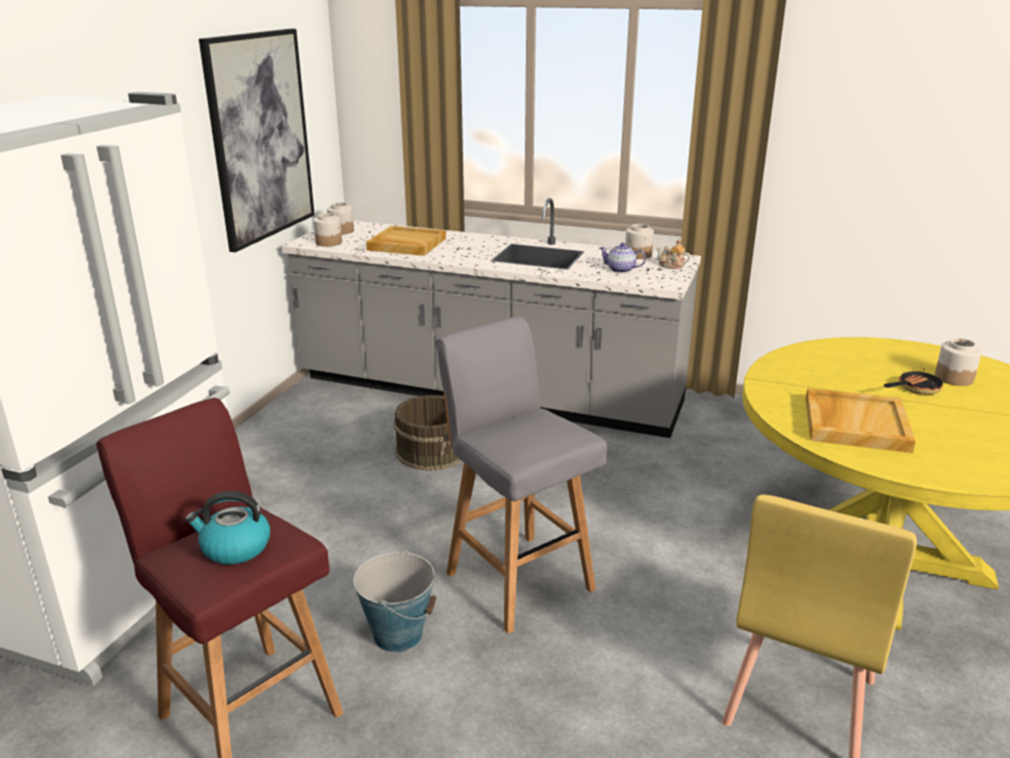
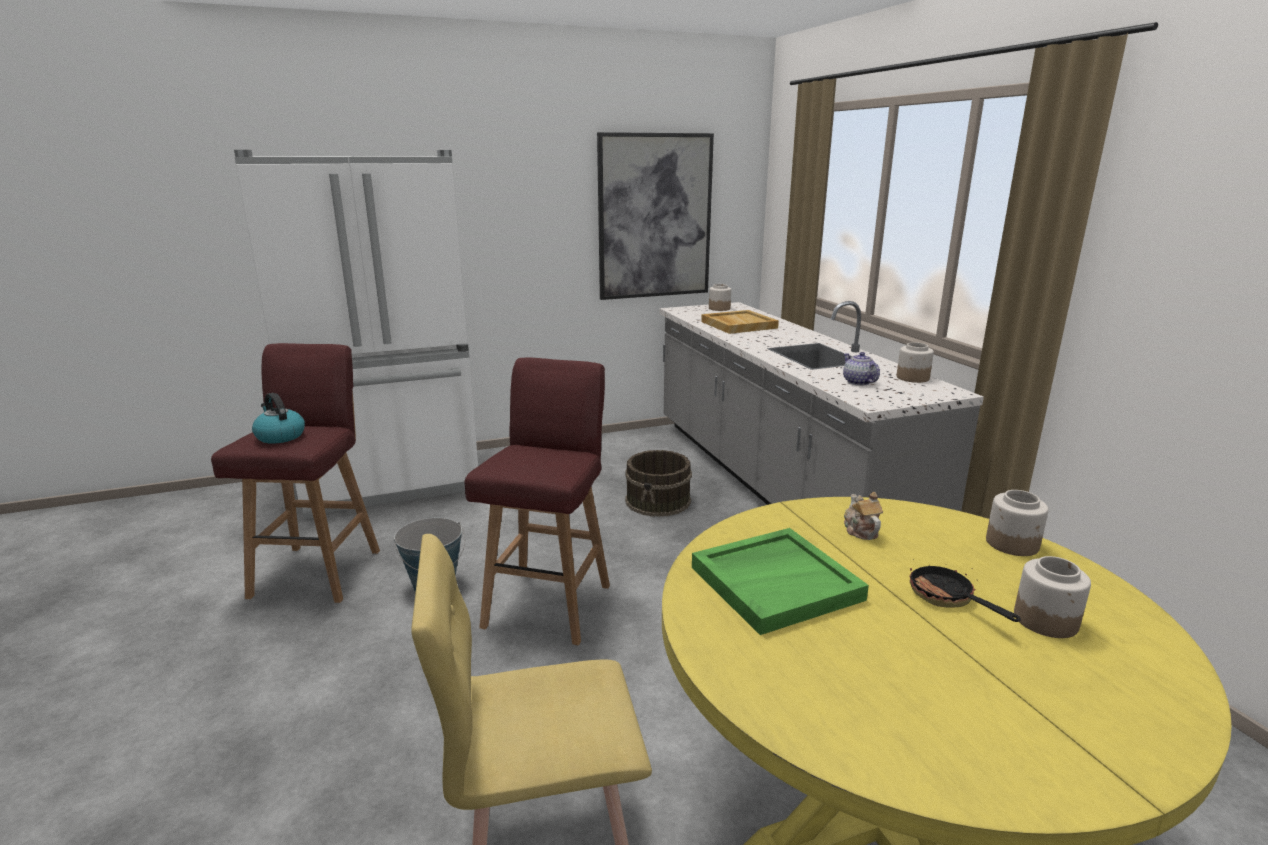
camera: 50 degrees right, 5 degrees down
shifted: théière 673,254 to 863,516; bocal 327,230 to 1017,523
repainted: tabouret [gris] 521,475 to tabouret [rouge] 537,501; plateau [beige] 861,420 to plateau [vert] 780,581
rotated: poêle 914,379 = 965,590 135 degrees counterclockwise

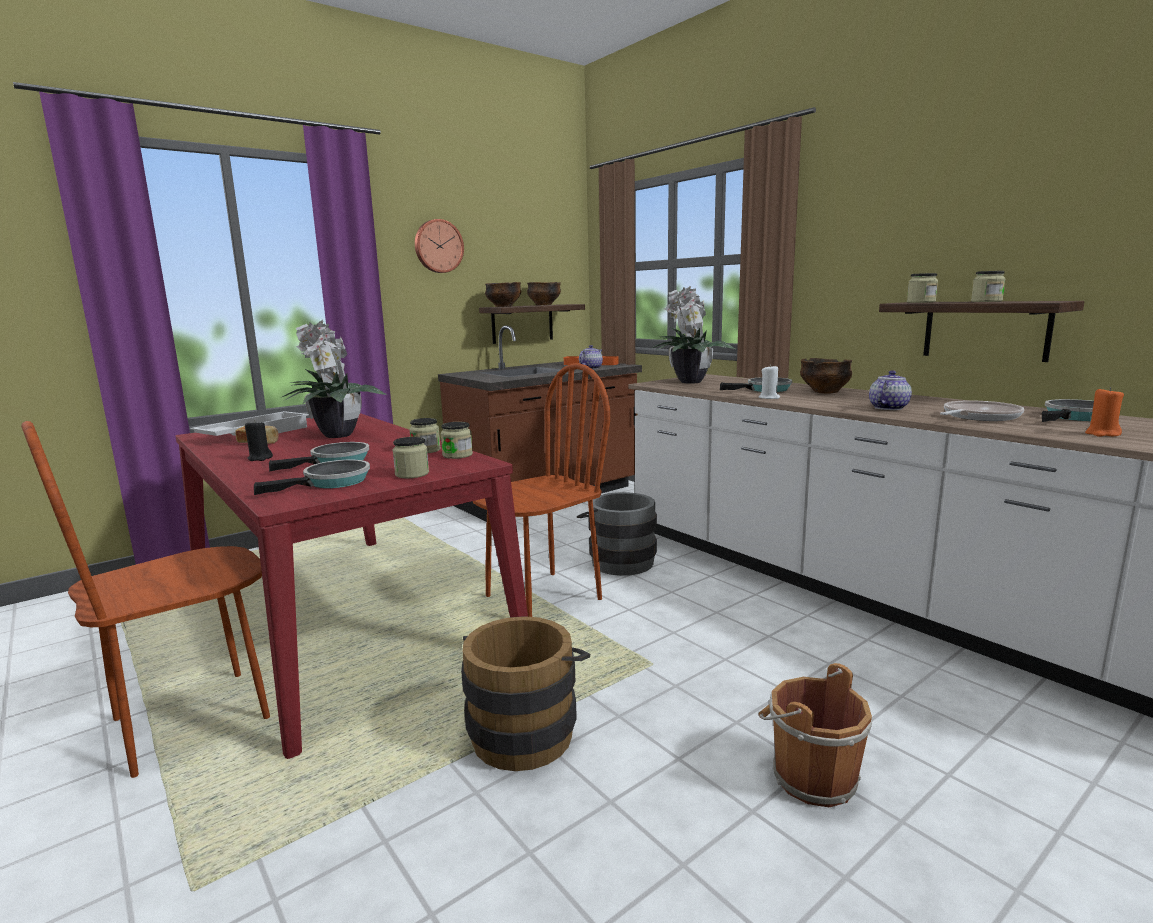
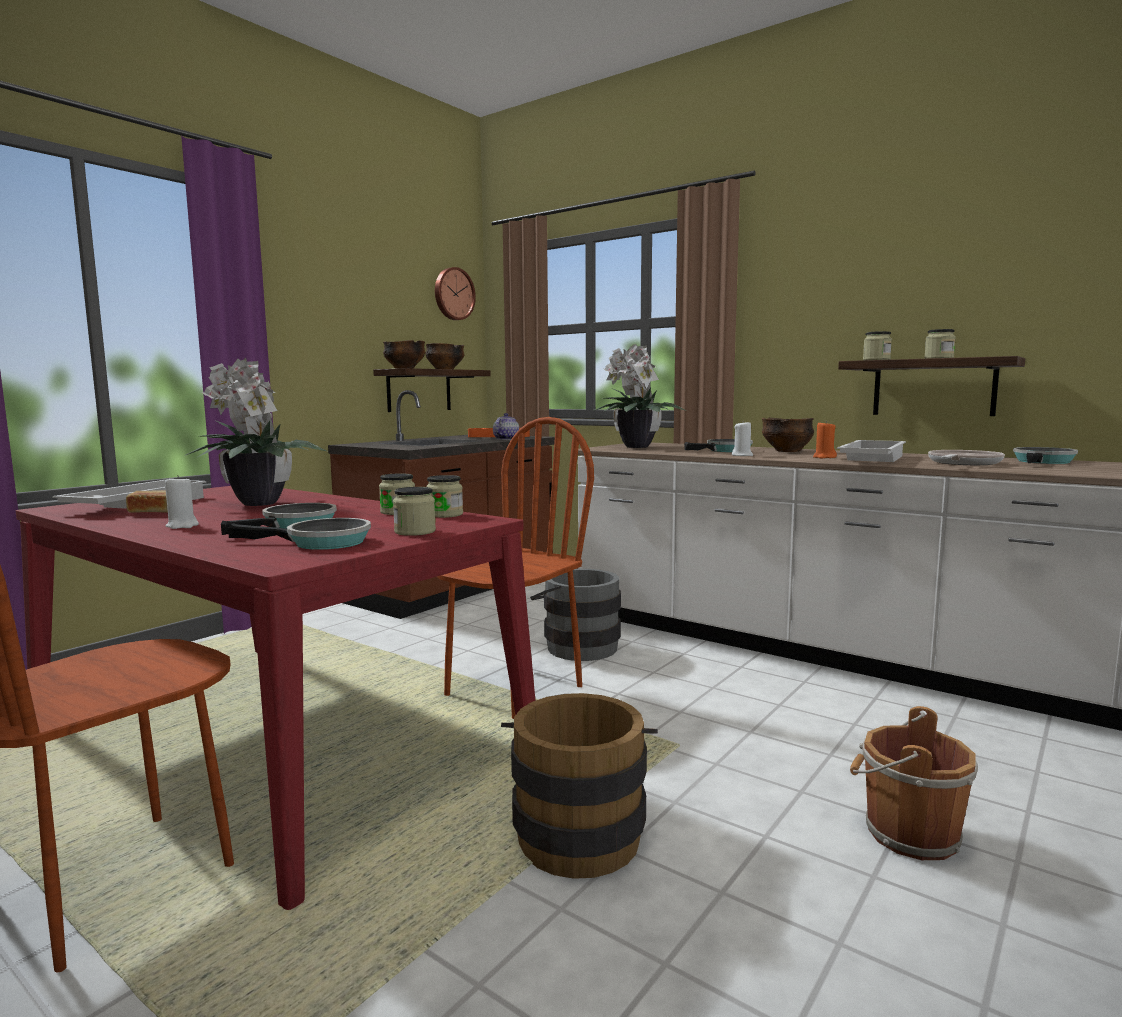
camera: 15 degrees left, 5 degrees down
shifted: horloge murale 439,246 to 455,293; bougie [orange] 1104,412 to 825,439
swapped: théière 890,390 to plateau [blanc] 871,451
repainted: bougie [noir] 259,440 to bougie [blanc] 182,502
rotated: poêle 312,477 = 299,534 60 degrees clockwise

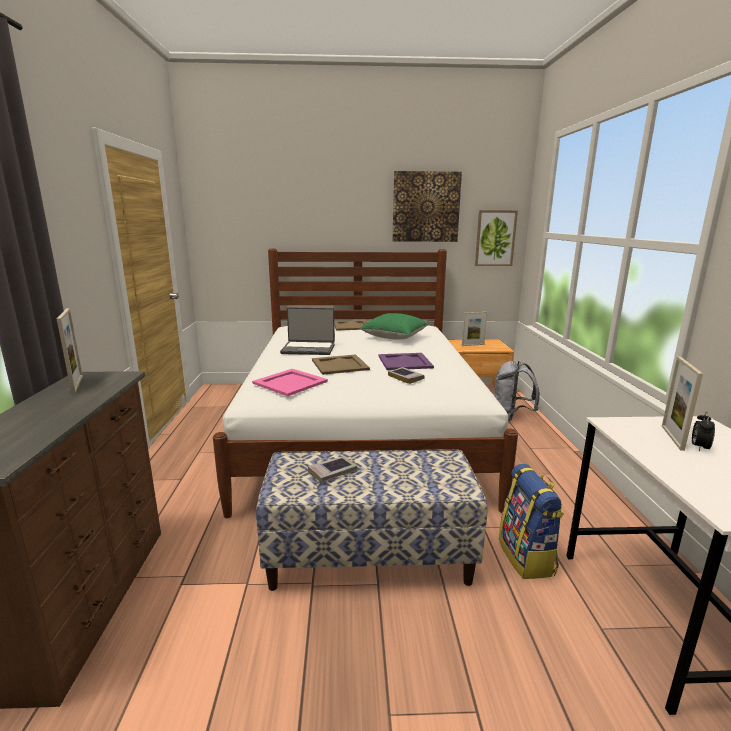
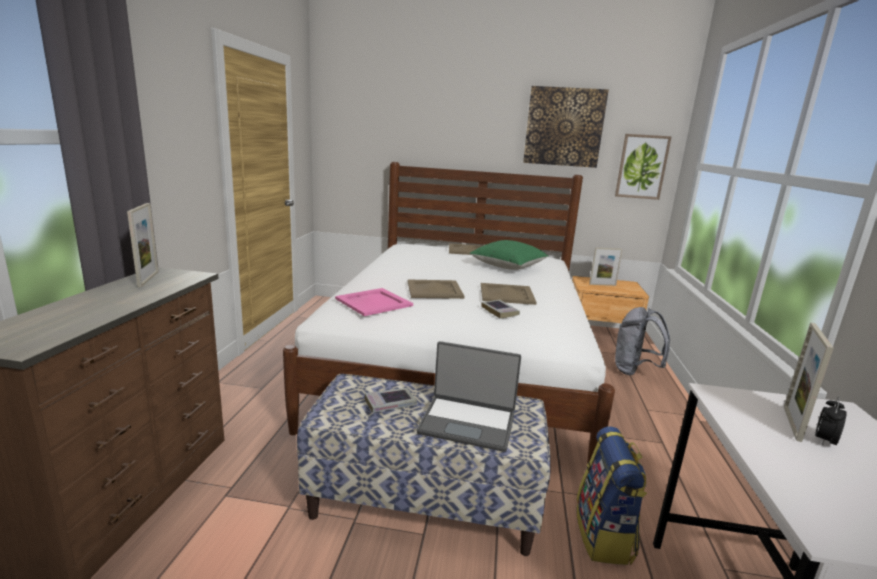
camera: 10 degrees right, 0 degrees up
shifted: ordinateur portable 307,331 to 469,396
repainted: plateau [violet] 406,361 to plateau [beige] 509,294

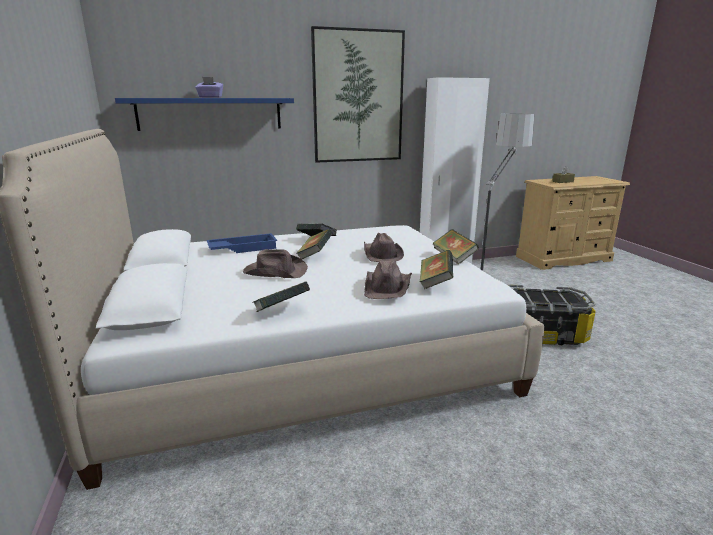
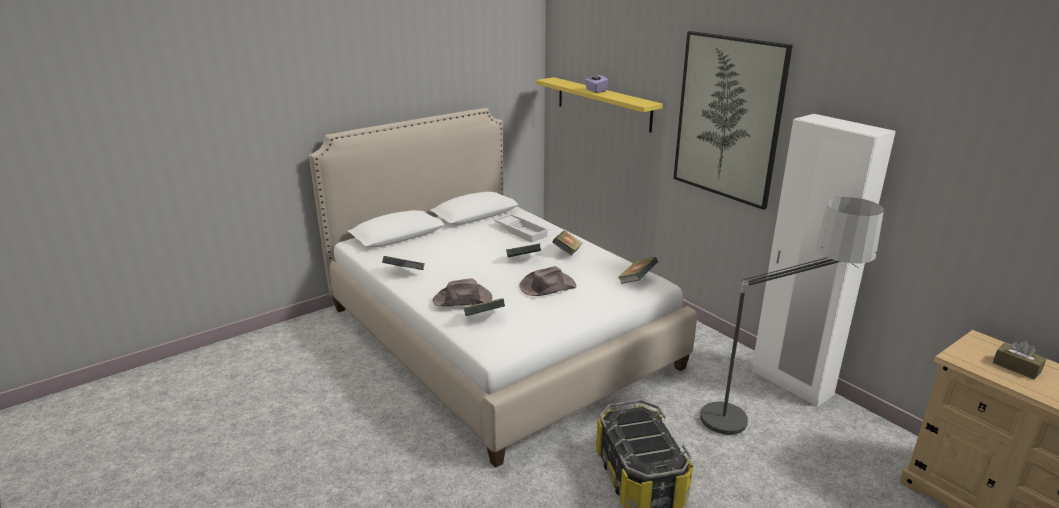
camera: 70 degrees right, 5 degrees up
gone: chapeau [marron] 275,263
shifted: livre 456,247 to 638,270
repainted: plateau [bleu] 242,243 to plateau [blanc] 521,228; étagère [bleu] 204,114 to étagère [jaune] 599,105

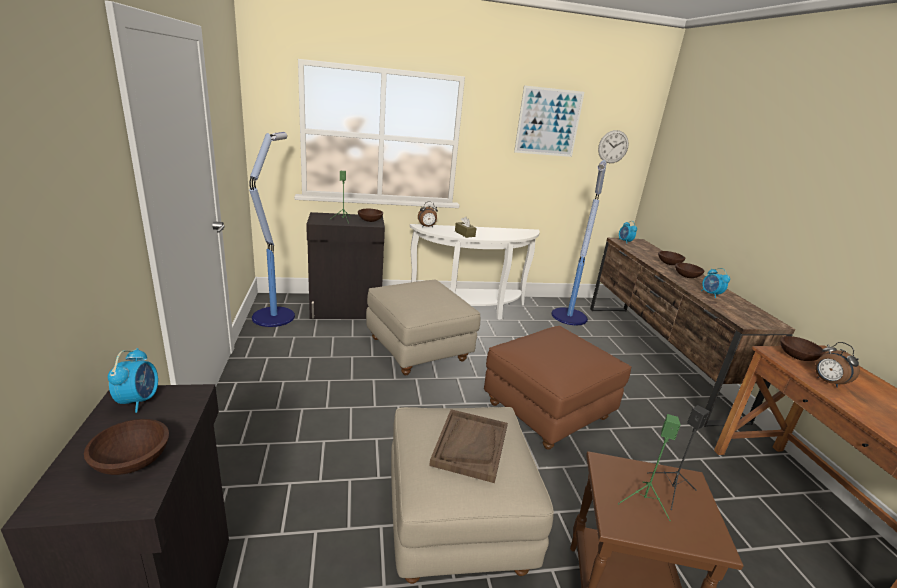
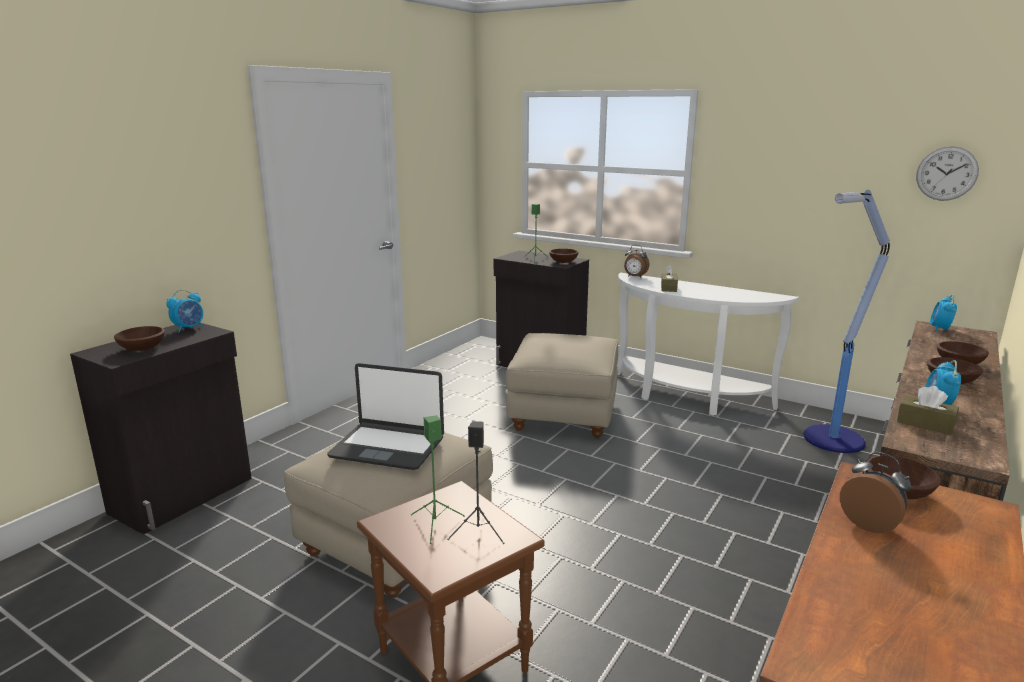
camera: 45 degrees right, 5 degrees down
gone: lampadaire 272,229; pouf [marron] 557,388; tableau 549,121
new: boîte à mouchoirs [marron] 928,410
swapped: plateau [marron] 468,446 to ordinateur portable 385,416
rotated: réveil 837,365 = 875,492 120 degrees clockwise

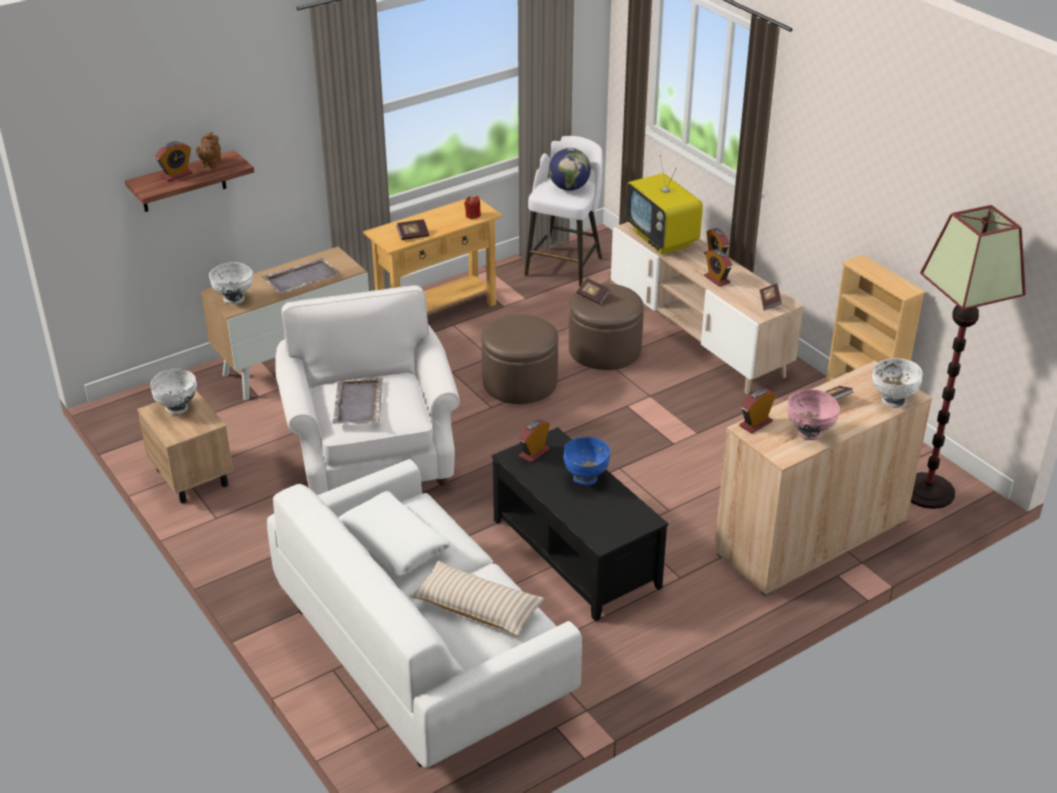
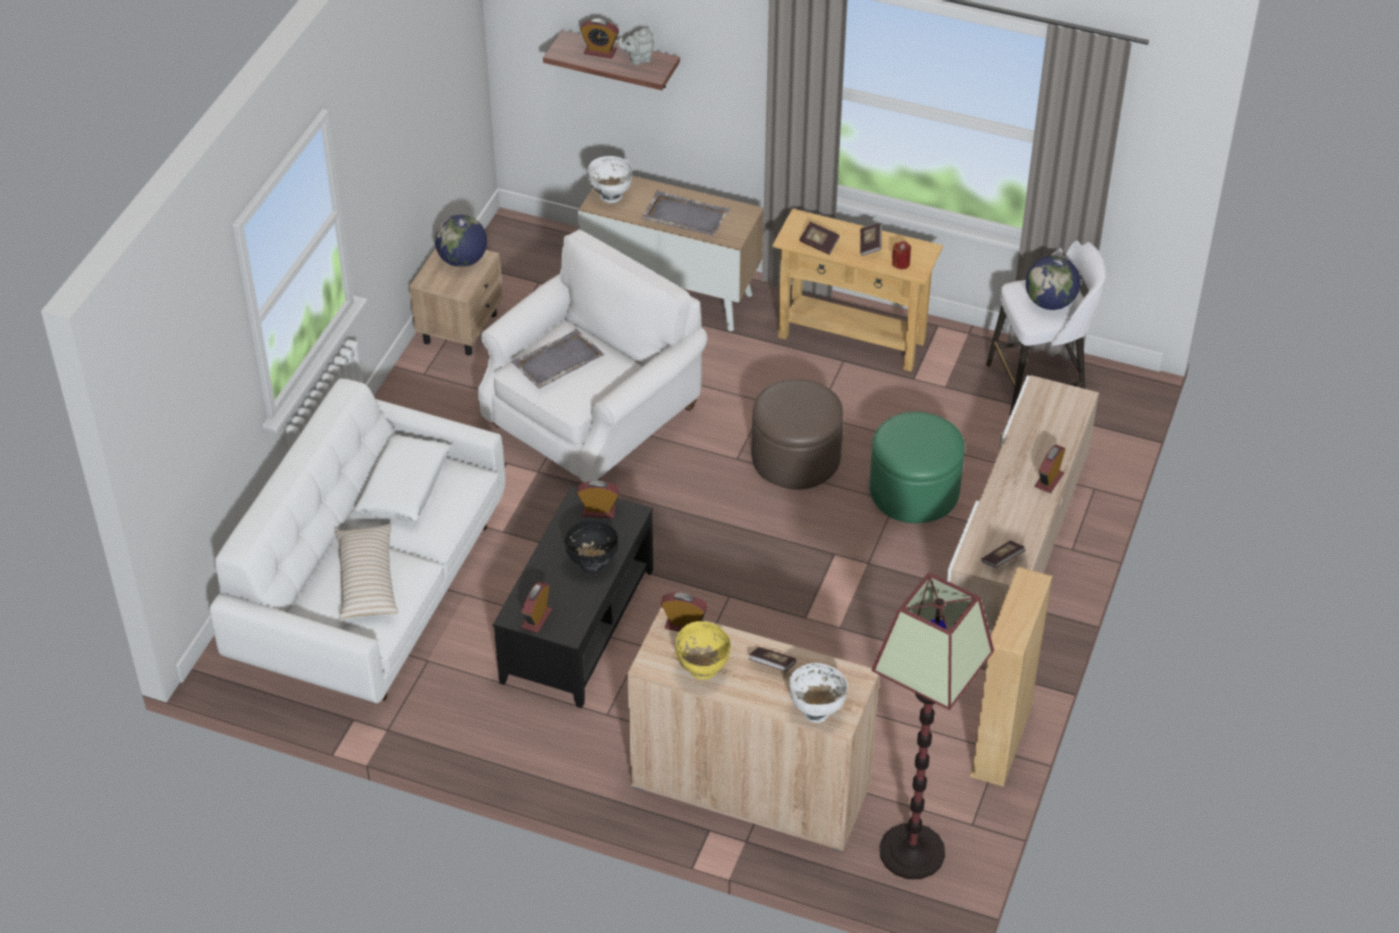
camera: 55 degrees right, 10 degrees up
gone: téléviseur 664,204
shifted: réveil 718,268 to 536,607; livre 593,291 to 871,239
swapped: bol [blanc] 173,391 to globe 461,241
repainted: bol [bleu] 586,461 to bol [noir] 591,546; théière [marron] 208,150 to théière [gris] 636,47; bol [rose] 813,415 to bol [jaune] 703,650; pouf [marron] 606,327 to pouf [vert] 917,467

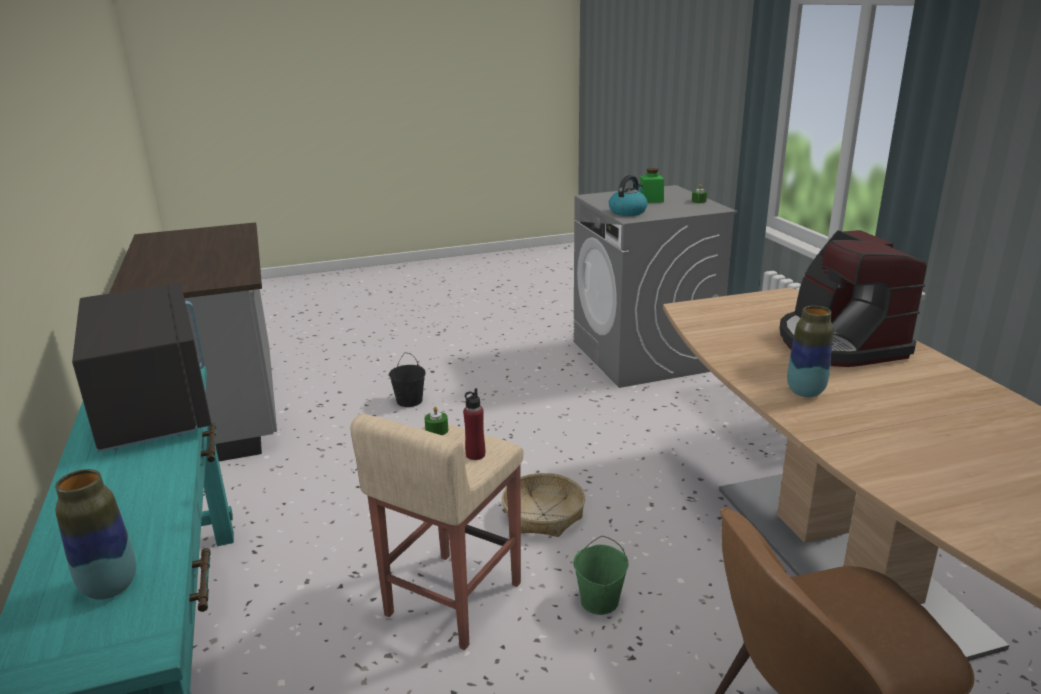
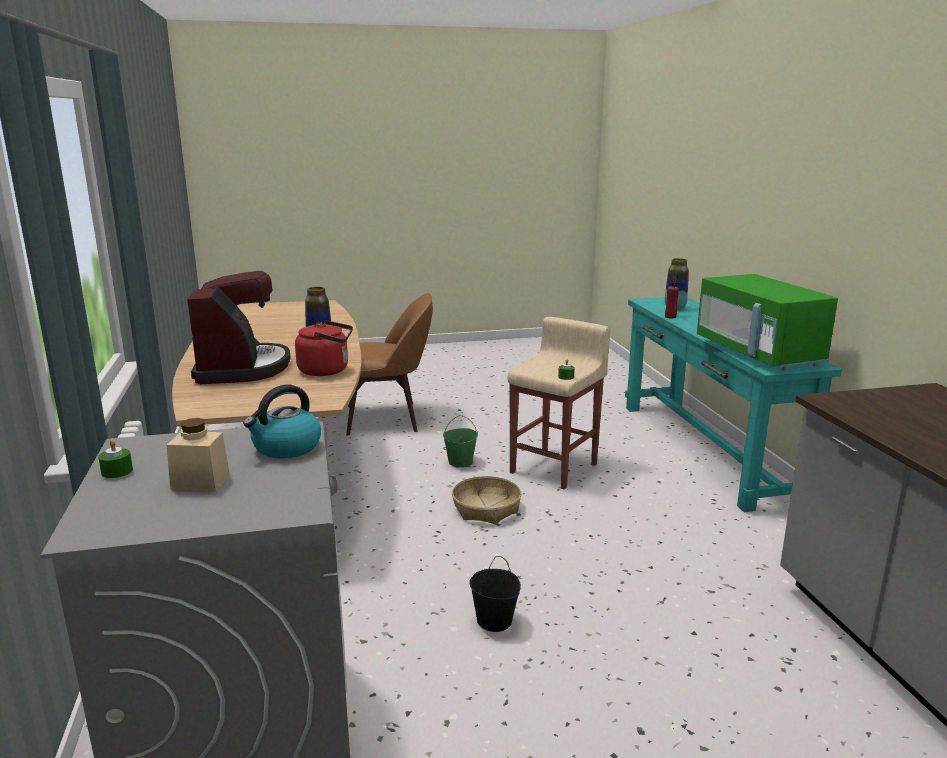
camera: 175 degrees left, 5 degrees down
new: bouilloire [rouge] 324,348
shifted: seau [noir] 407,379 to 495,594; bouteille [rouge] 474,424 to 672,297
repainted: bocal [vert] 652,185 to bocal [beige] 198,454; micro-ondes [noir] 142,367 to micro-ondes [vert] 767,322

